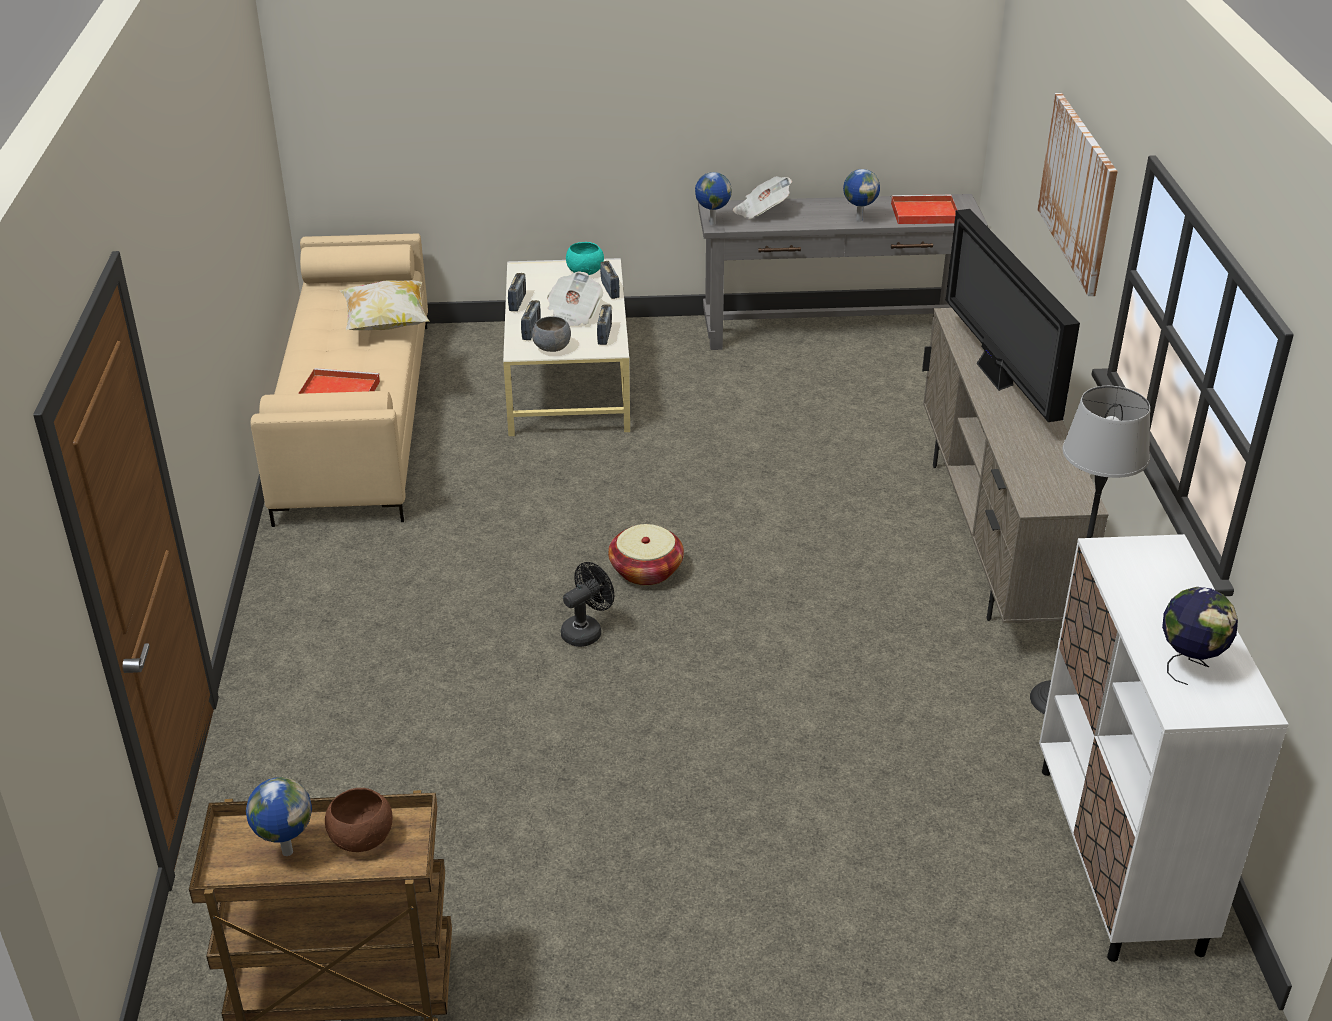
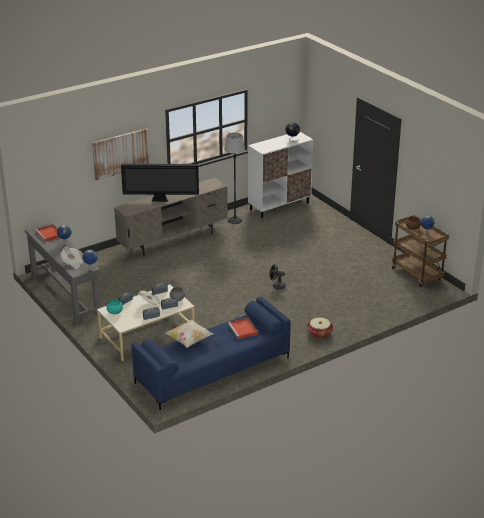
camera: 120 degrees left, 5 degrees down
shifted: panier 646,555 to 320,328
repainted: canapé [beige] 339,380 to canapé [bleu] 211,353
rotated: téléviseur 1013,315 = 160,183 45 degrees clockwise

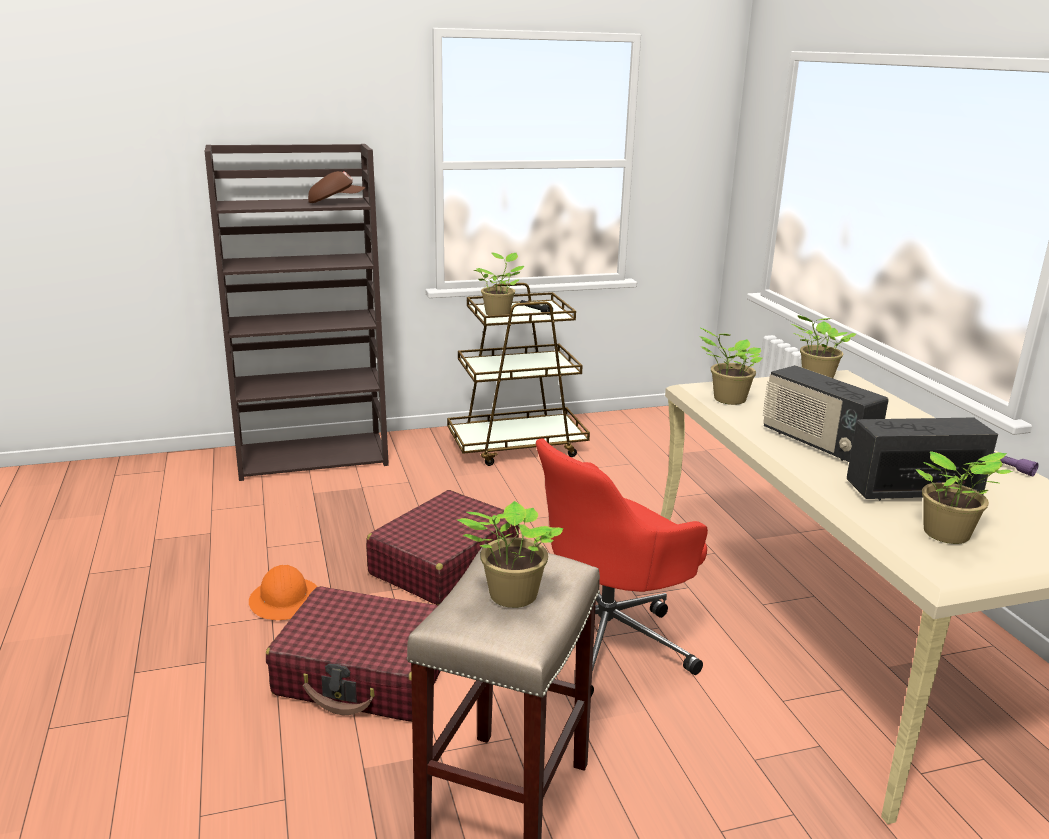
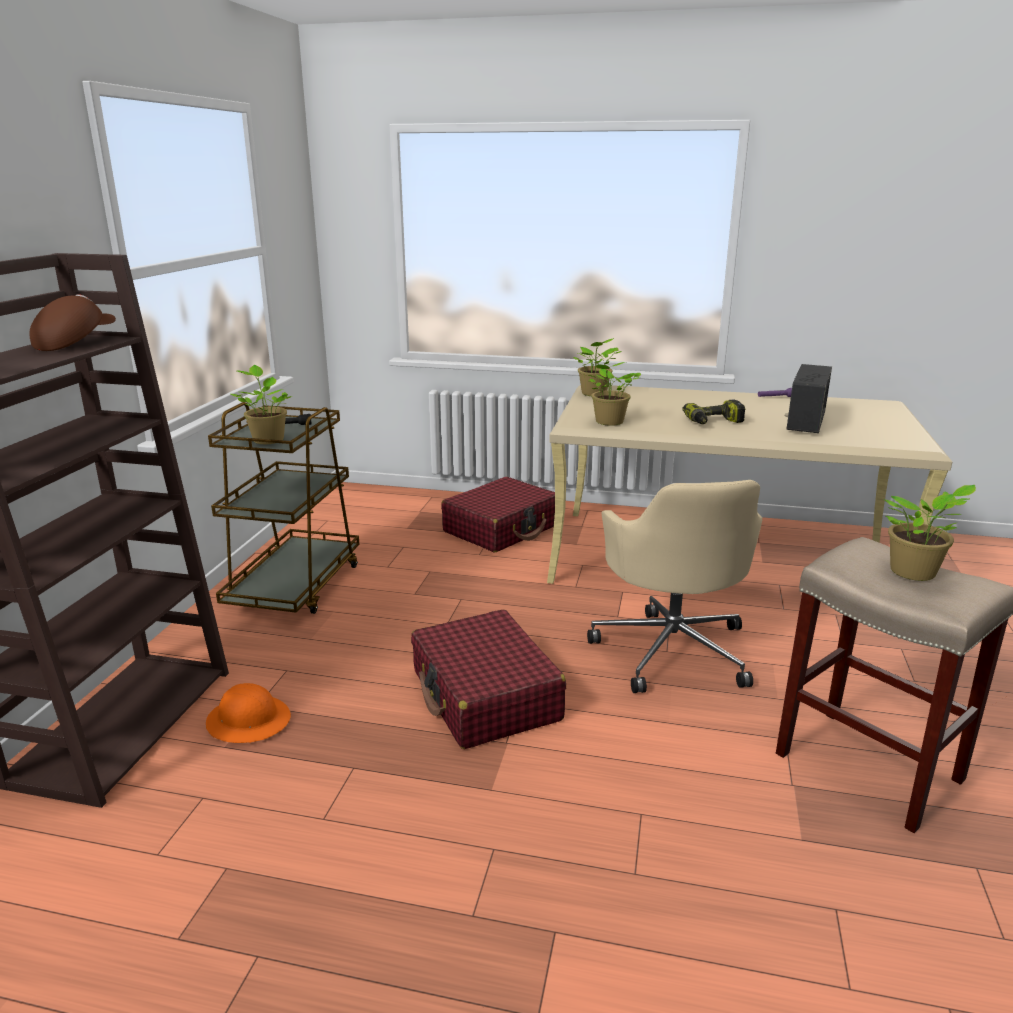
camera: 60 degrees left, 0 degrees up
gone: plante en pot 964,497
shifted: casque de chantier [orange] 283,592 to 248,713; valise [rouge] 353,654 to 498,514
swapped: radio 826,413 to perceuse 714,412
repainted: chaise de bureau [rouge] 622,567 to chaise de bureau [beige] 674,586

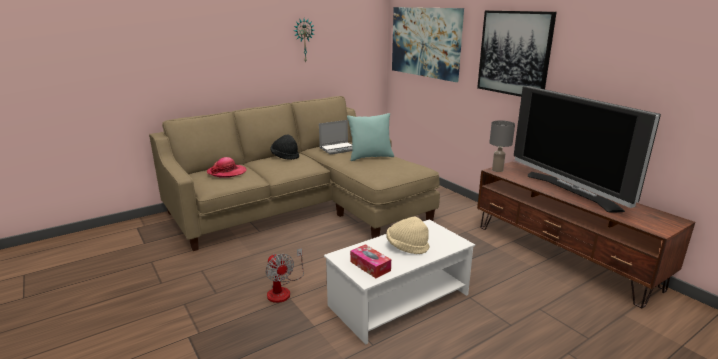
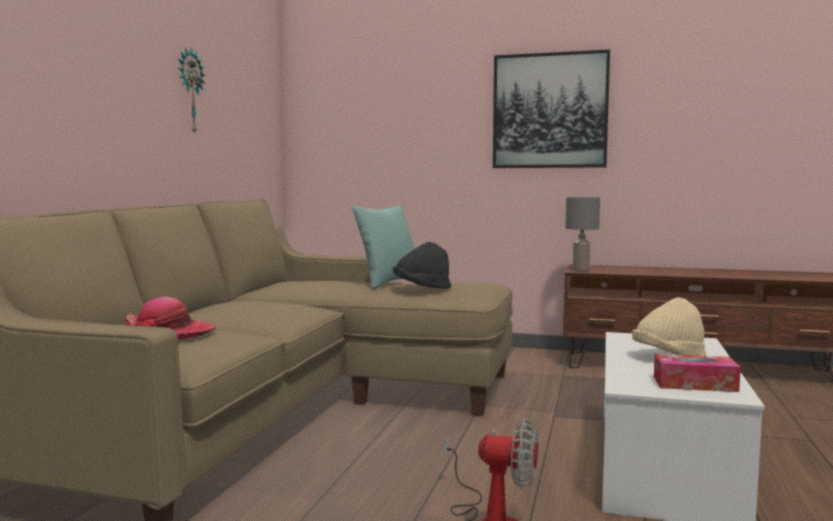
camera: 40 degrees left, 15 degrees down
gone: ordinateur portable 335,137; tableau 428,44; téléviseur 587,149
shifted: chapeau [noir] 284,147 to 422,265

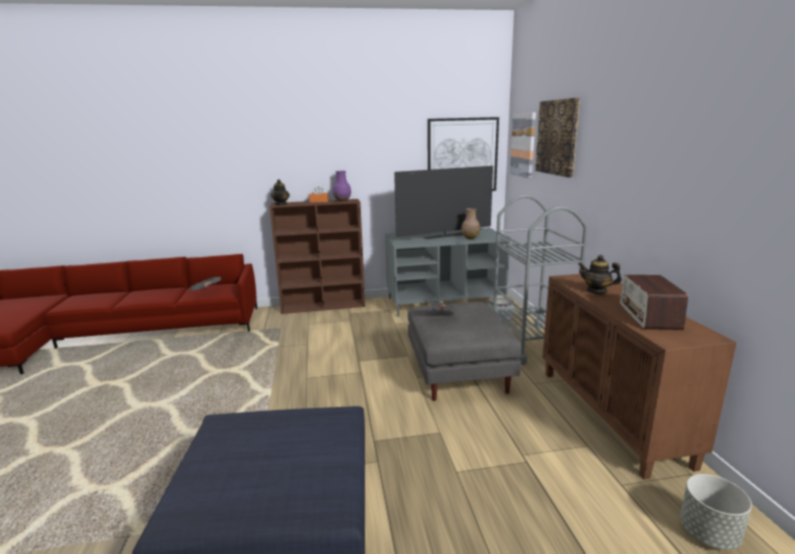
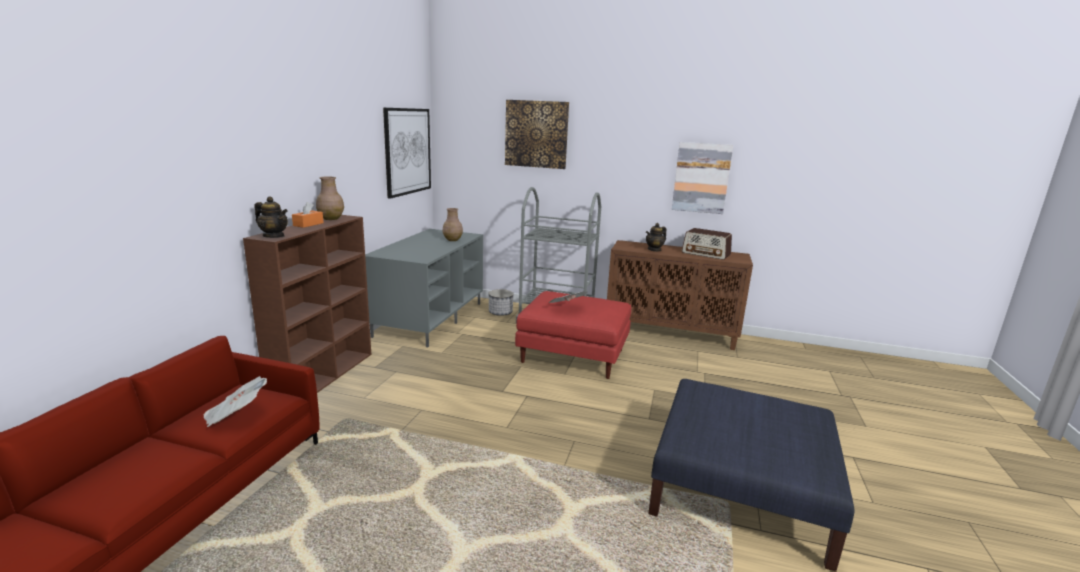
camera: 65 degrees left, 0 degrees up
gone: téléviseur 443,202; cache-pot [gris] 716,512
shifted: tableau 523,145 to 702,178
repainted: vase [violet] 342,186 to vase [marron] 330,198; pouf [gris] 464,351 to pouf [rouge] 573,335

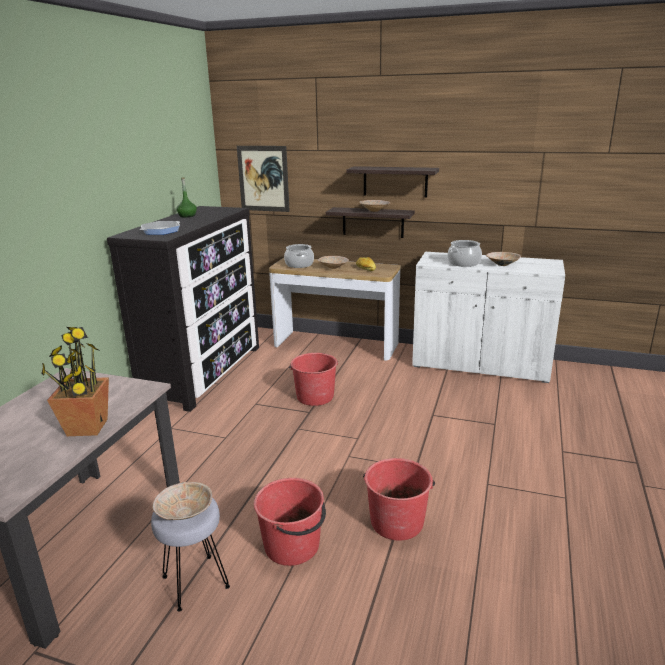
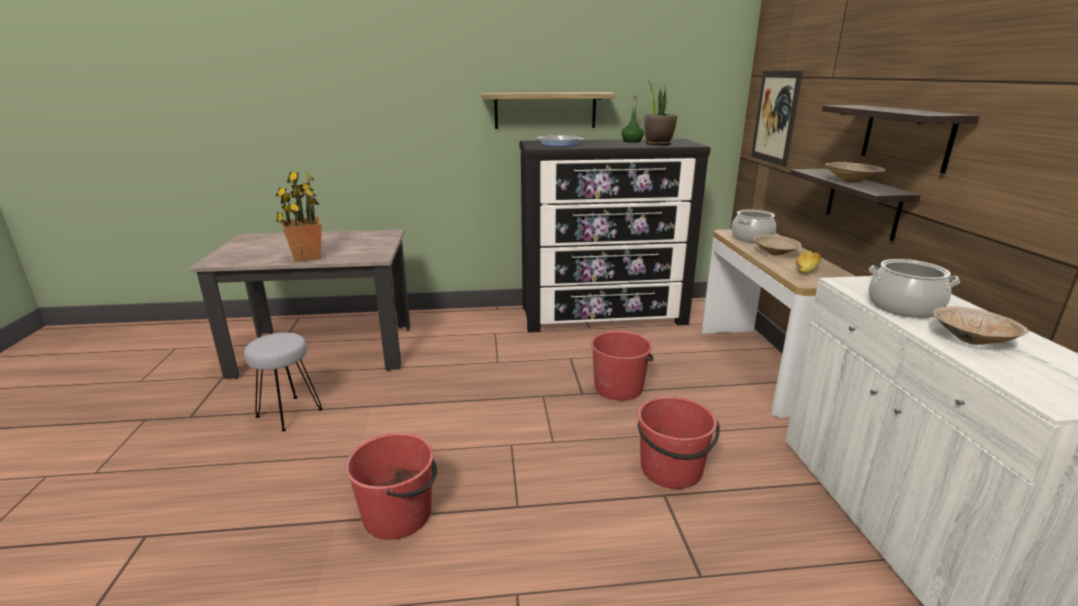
camera: 65 degrees right, 0 degrees up
gone: bol [beige] 182,501
new: étagère 549,110; plante en pot 660,113
shifted: seau [rouge] 290,522 to 678,442

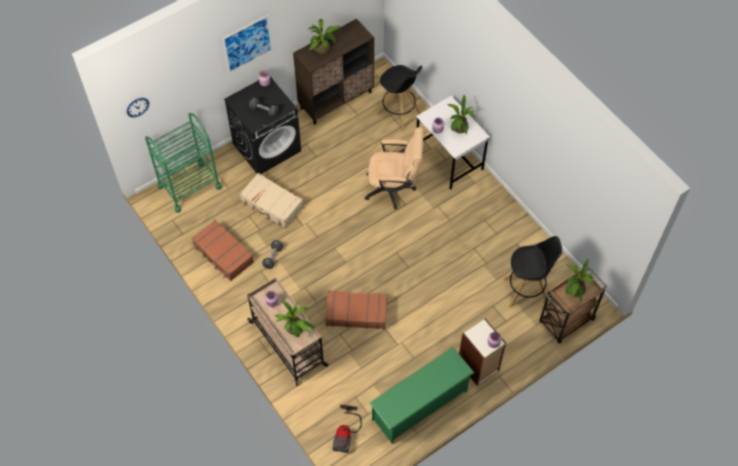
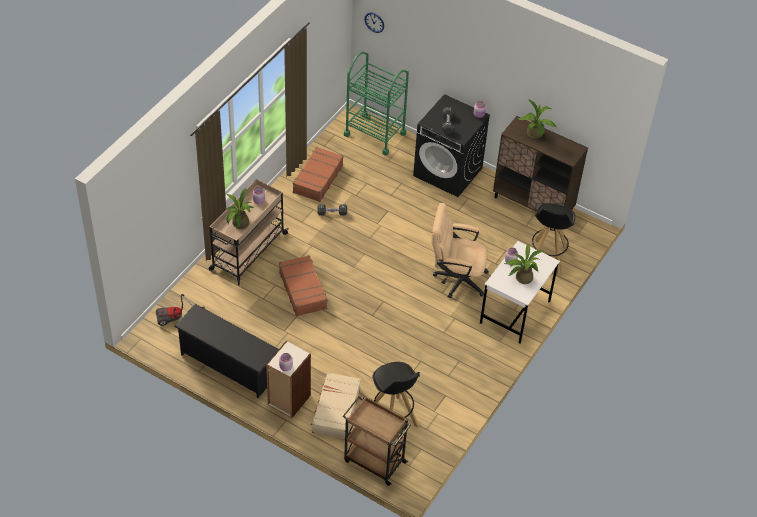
camera: 65 degrees right, 10 degrees down
gone: tableau 247,43; plante en pot 579,280
shifted: valise [beige] 271,200 to 336,406
repainted: étagère à chaussures [vert] 422,395 to étagère à chaussures [noir] 226,351
rotated: chaise de bureau [beige] 394,168 = 460,251 120 degrees clockwise

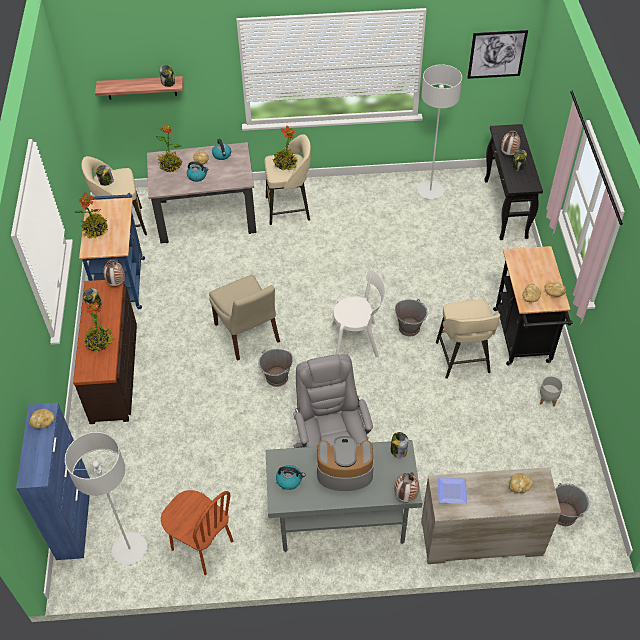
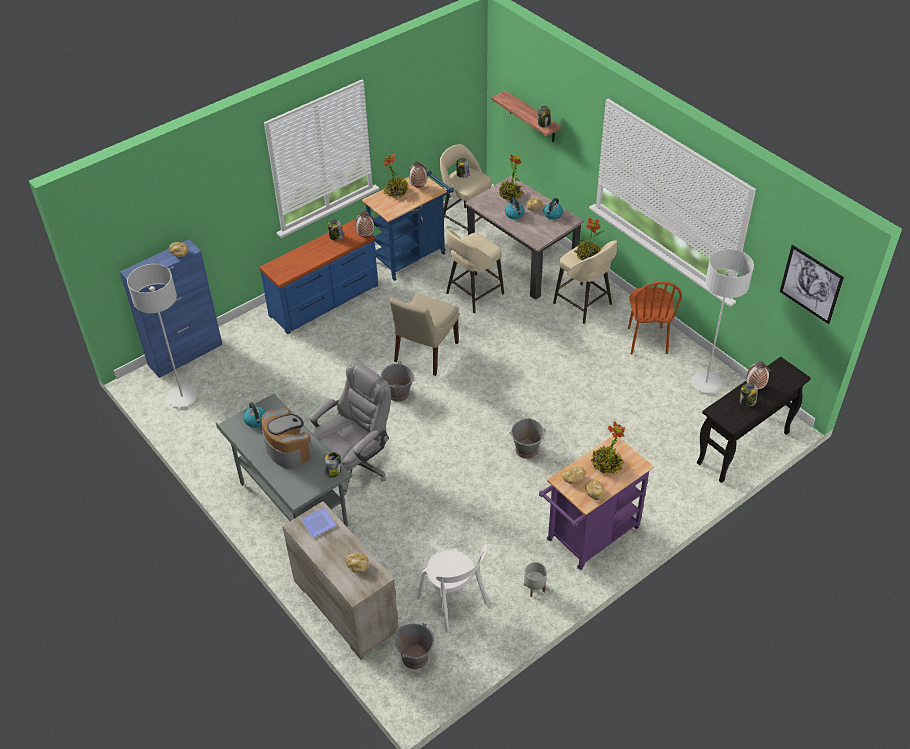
camera: 55 degrees right, 5 degrees down
shifted: vase 406,487 to 418,175; chaise [blanc] 359,313 to 453,588; tabouret [beige] 468,339 to 475,271; plante en pot 98,327 to 608,448; chaise [marron] 197,532 to 655,317
repainted: commode [marron] 105,352 to commode [bleu] 318,277; chariot [noir] 533,305 to chariot [violet] 596,503

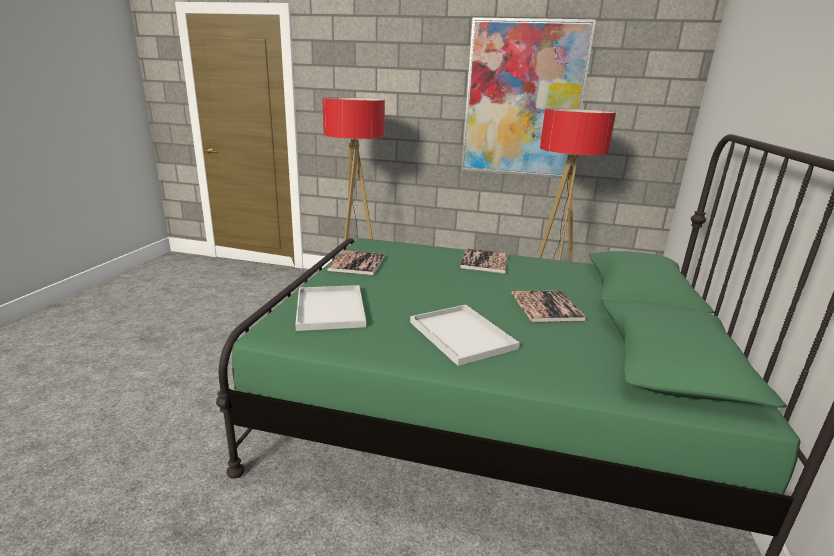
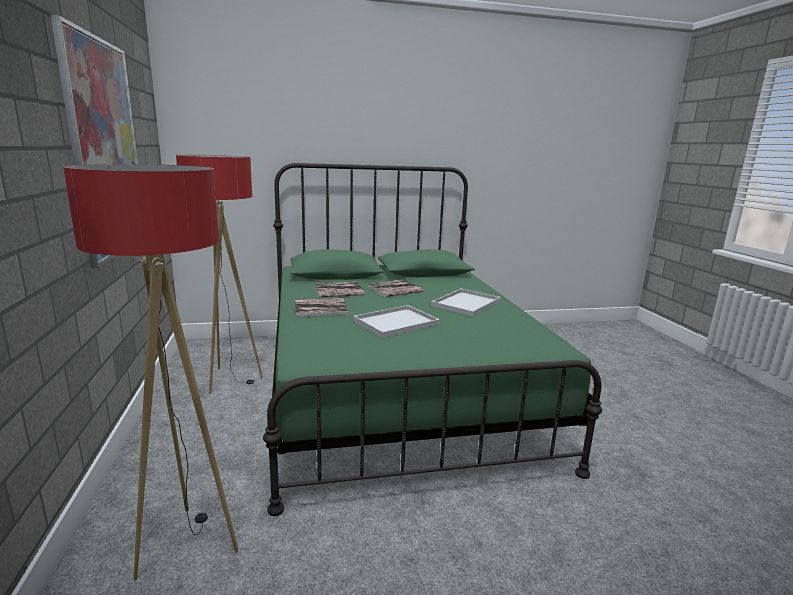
camera: 115 degrees left, 5 degrees down
shifted: livre 356,263 to 339,290; plateau [blanc] 330,308 to 396,321

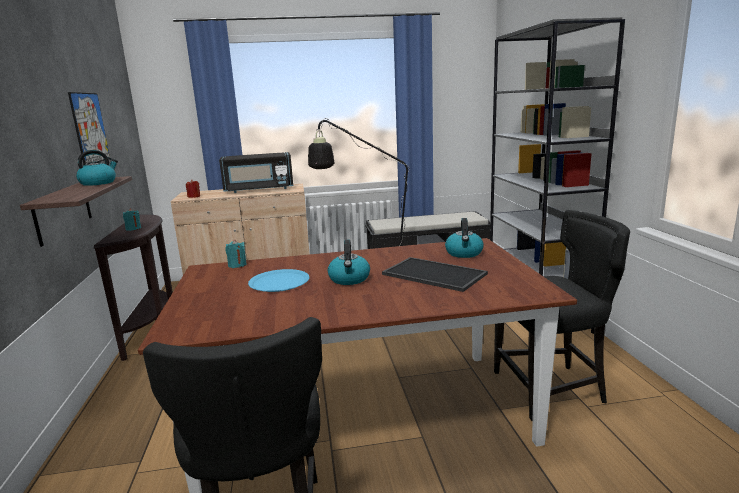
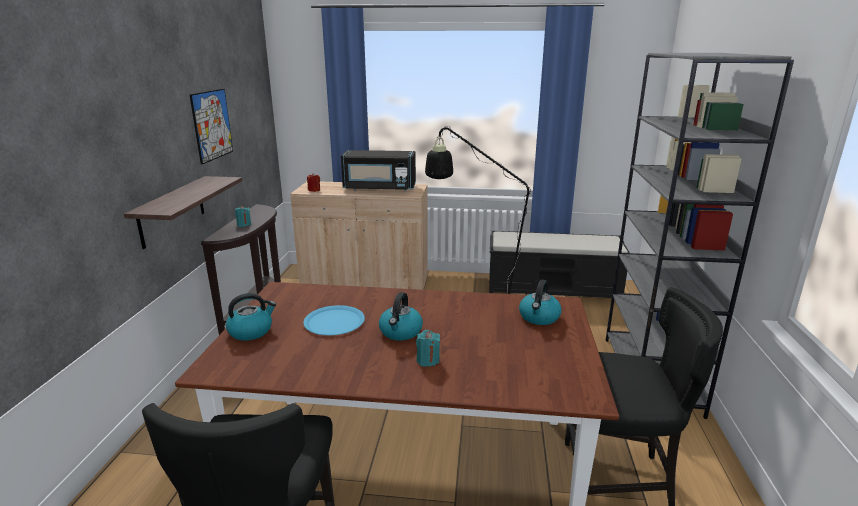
camera: 15 degrees right, 5 degrees up
gone: plateau 435,274
shifted: bouilloire 97,168 to 251,317; bougie [turquoise] 236,254 to 428,348

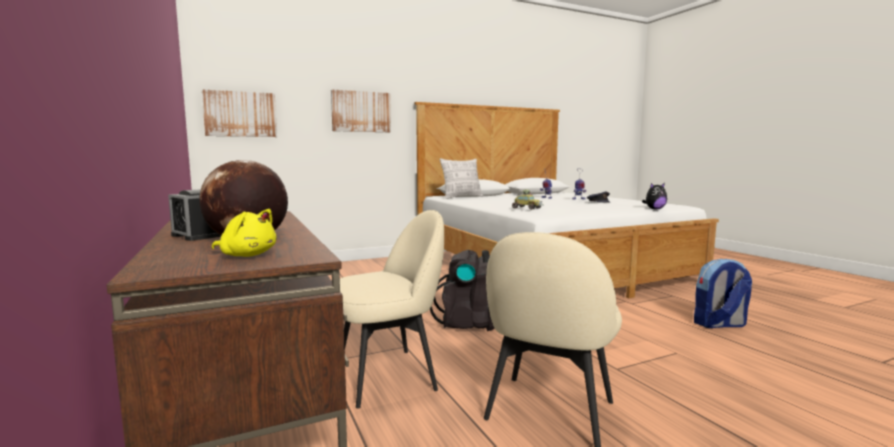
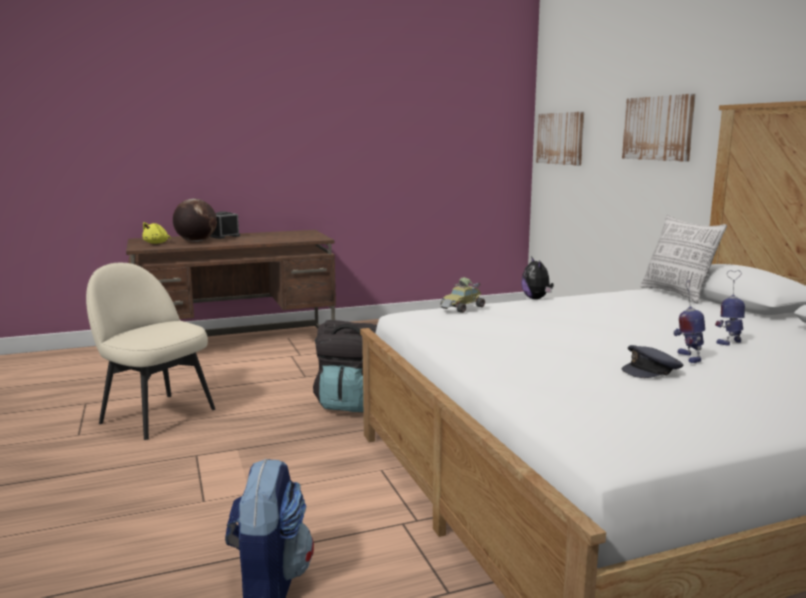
camera: 95 degrees right, 5 degrees up
gone: chaise [beige] 392,309
shifted: peluche 654,196 to 537,277

